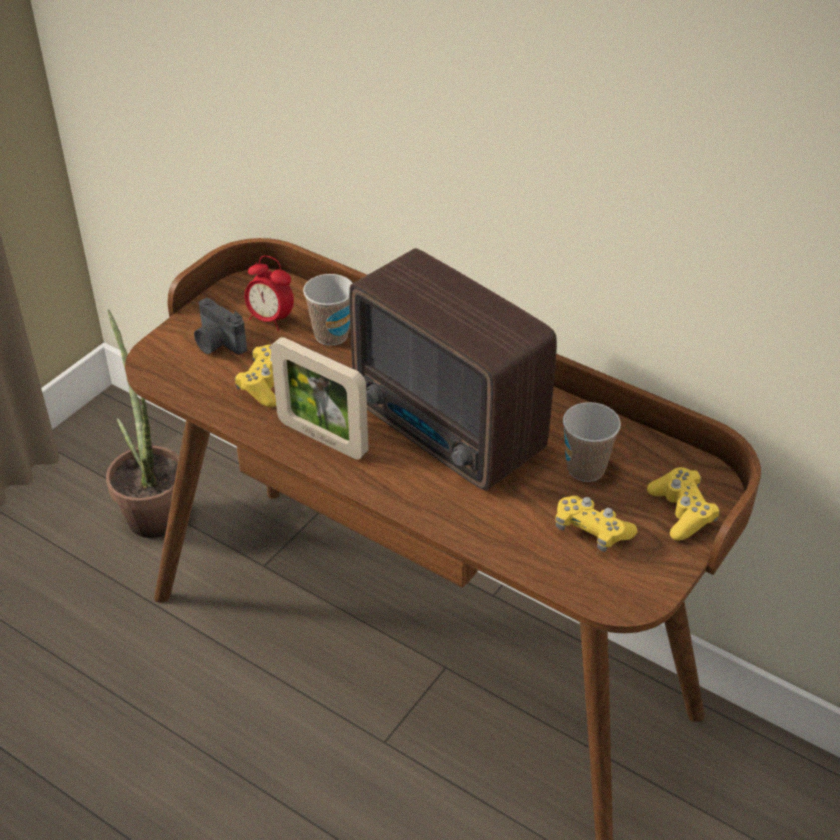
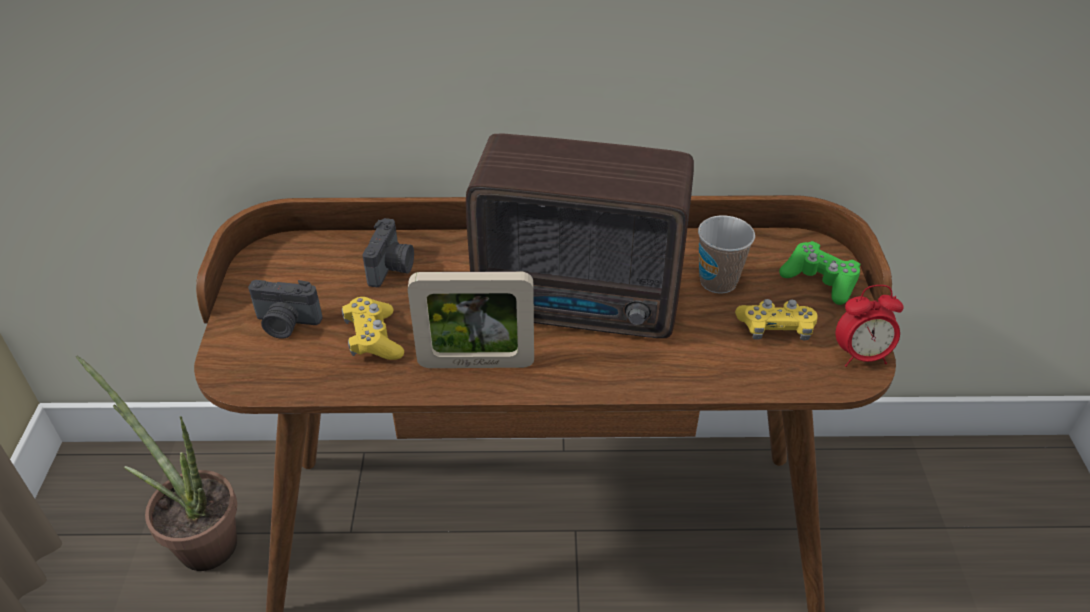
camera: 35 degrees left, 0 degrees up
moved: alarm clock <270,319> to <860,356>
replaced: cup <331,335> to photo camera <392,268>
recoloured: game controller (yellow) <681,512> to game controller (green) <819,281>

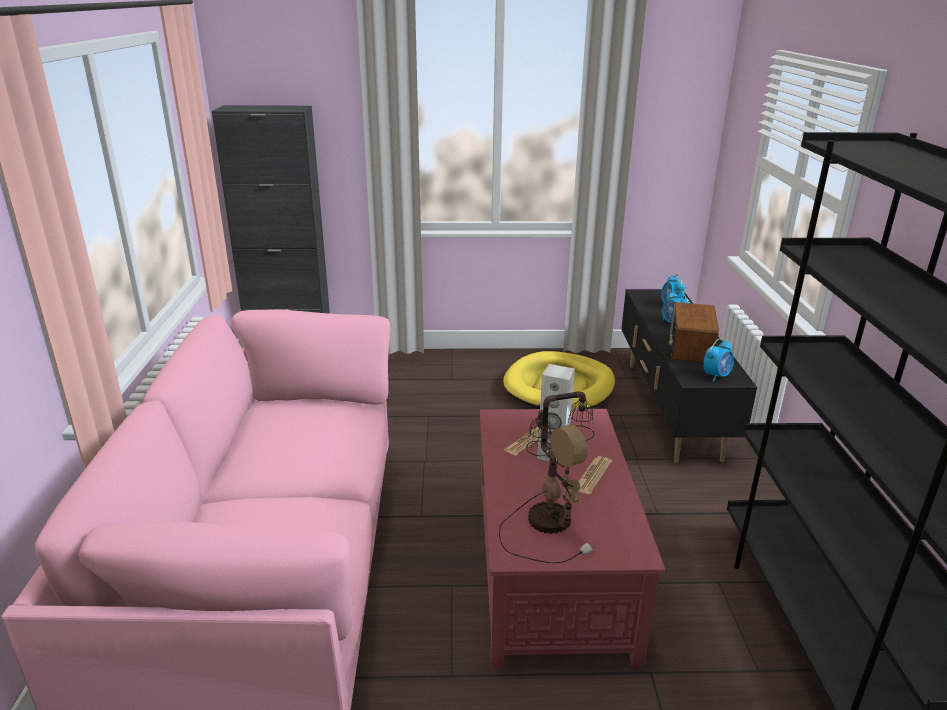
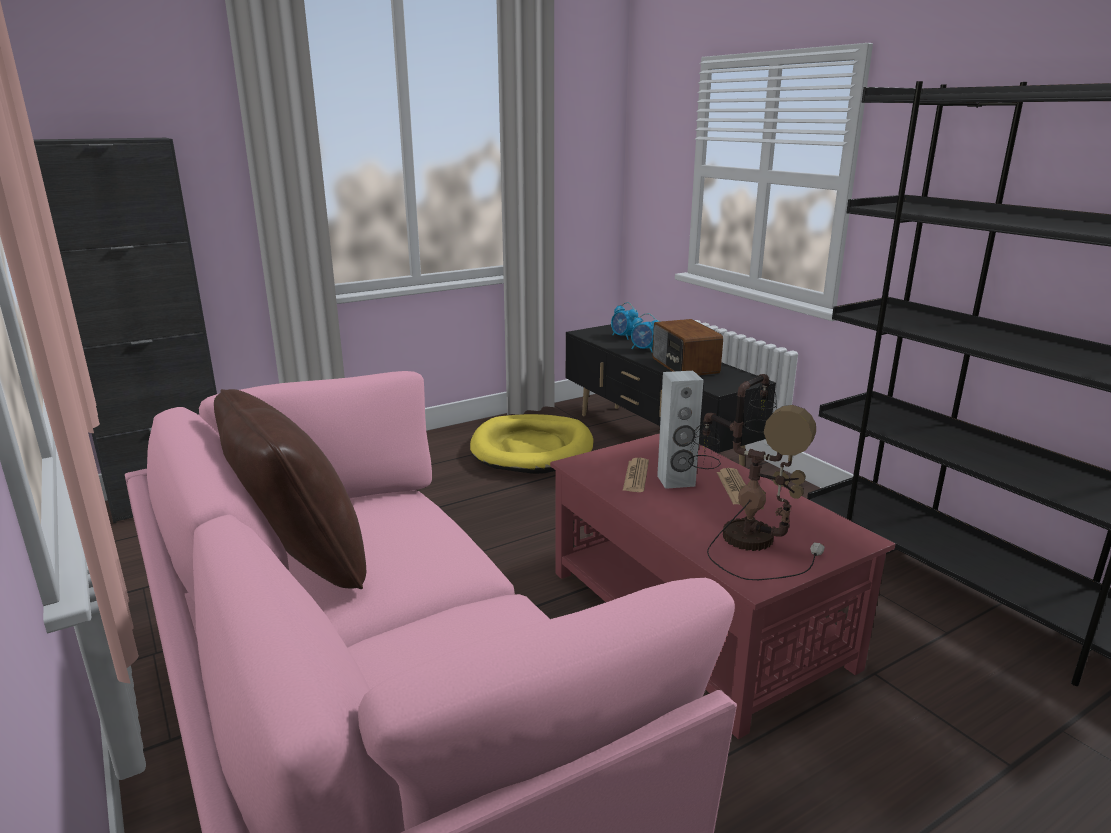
camera: 30 degrees left, 5 degrees down
removed: alarm clock <716,376>
added: pillow (brown) <300,562>

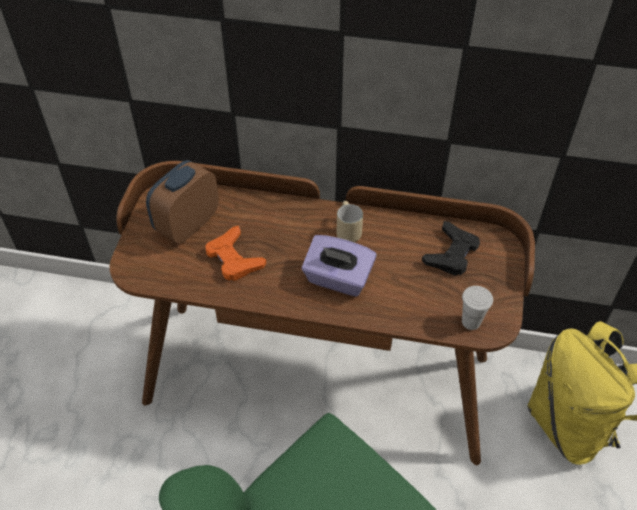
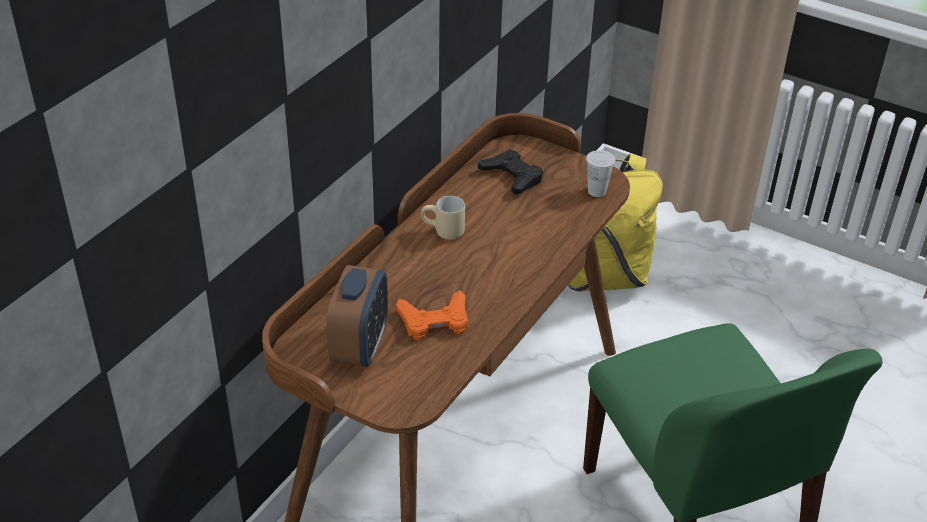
camera: 70 degrees left, 10 degrees down
removed: tissue box (purple) <338,279>
turned: alarm clock <187,225> = <360,347> 135 degrees counterclockwise

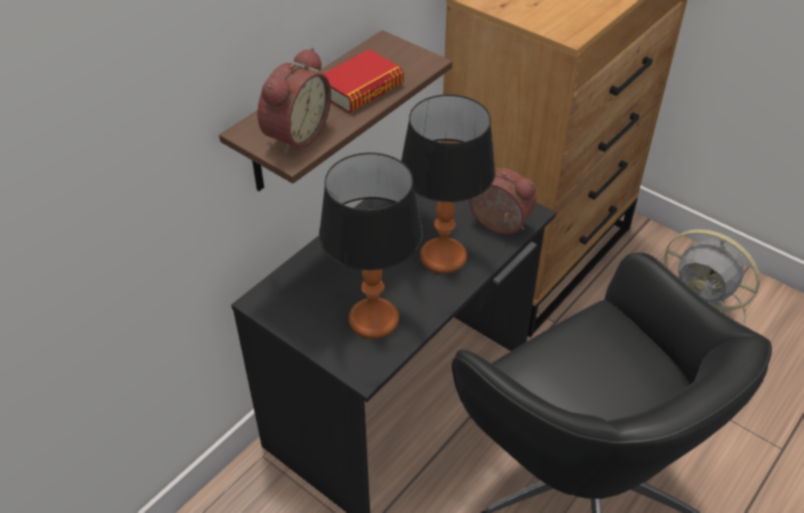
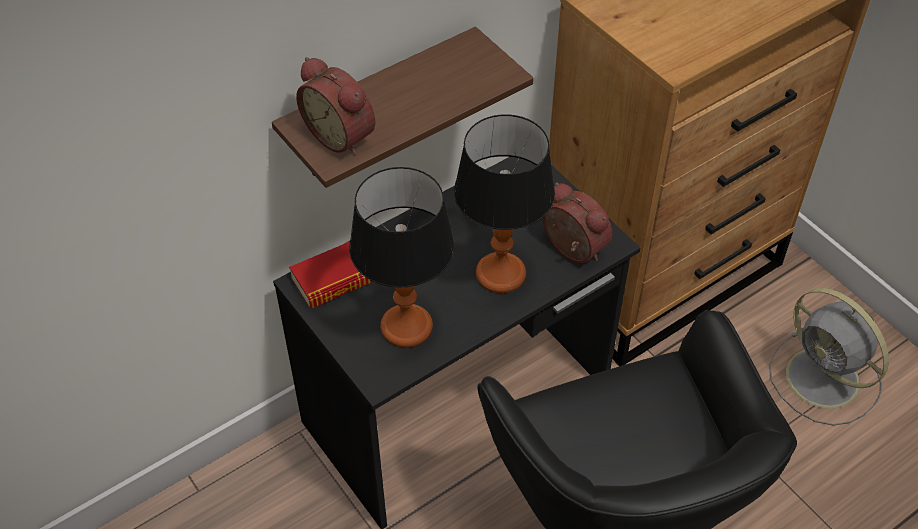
camera: 15 degrees right, 5 degrees up
moved: book <360,89> to <331,281>
turned: alarm clock <294,134> = <342,135> 90 degrees clockwise

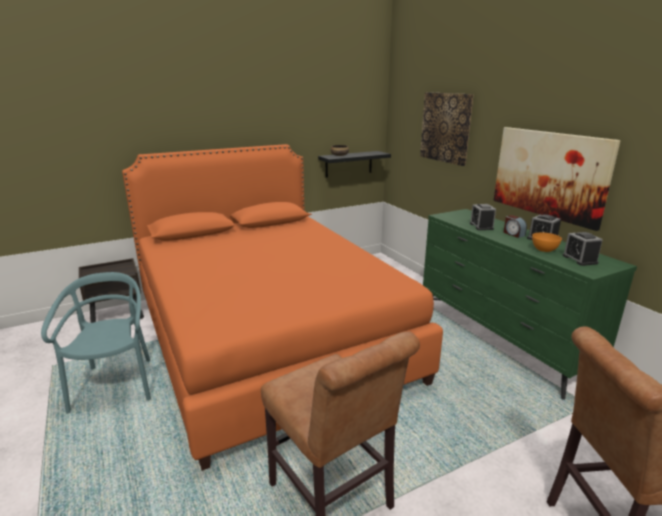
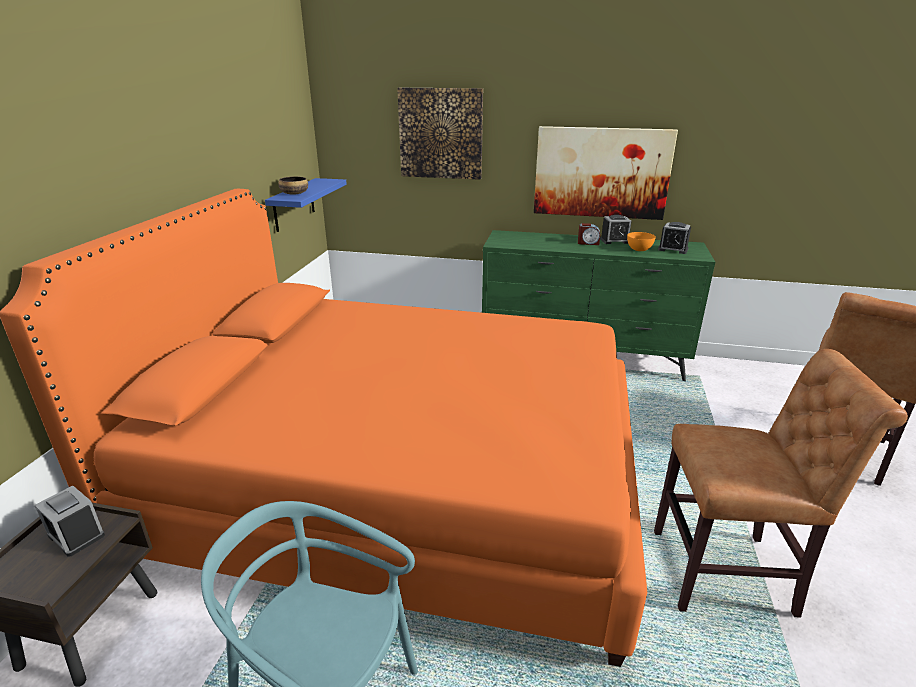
camera: 50 degrees left, 5 degrees up
moved: alarm clock <481,226> to <76,535>
recoloured: shelf (black) <348,164> to shelf (blue) <294,204>

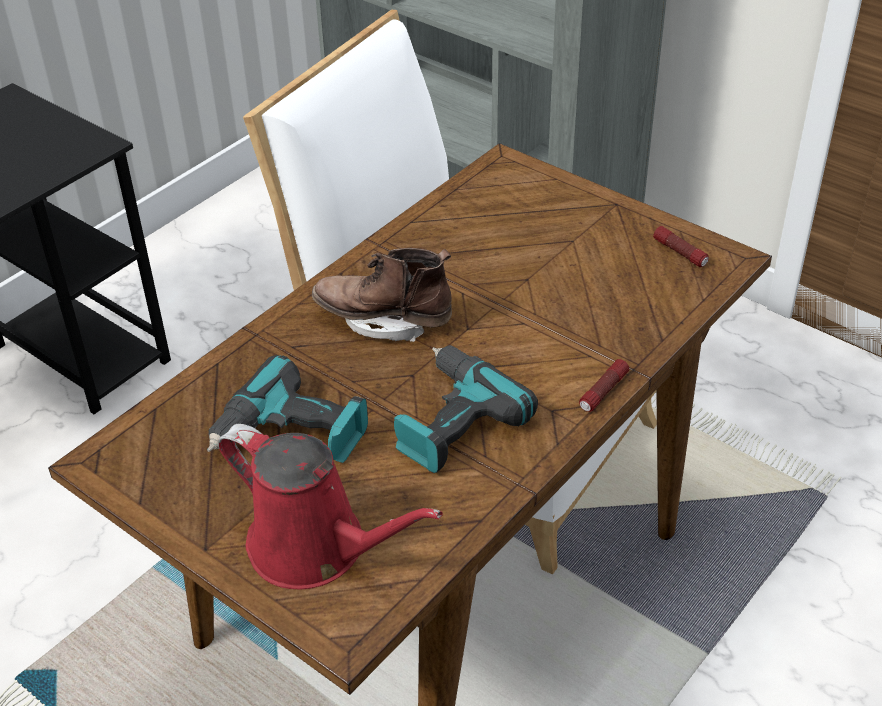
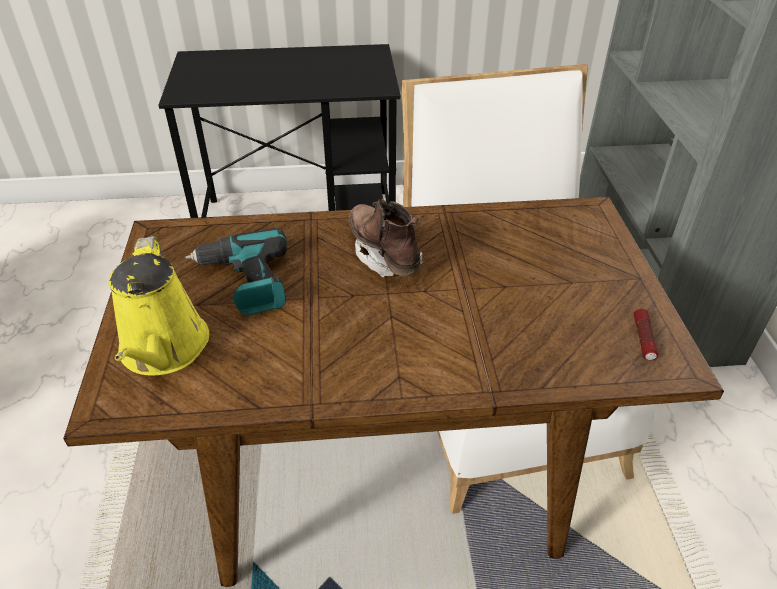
camera: 45 degrees right, 0 degrees up
removed: power drill <451,421>; flashlight <603,392>
recoloured: watering can (red) <316,548> to watering can (yellow) <164,350>

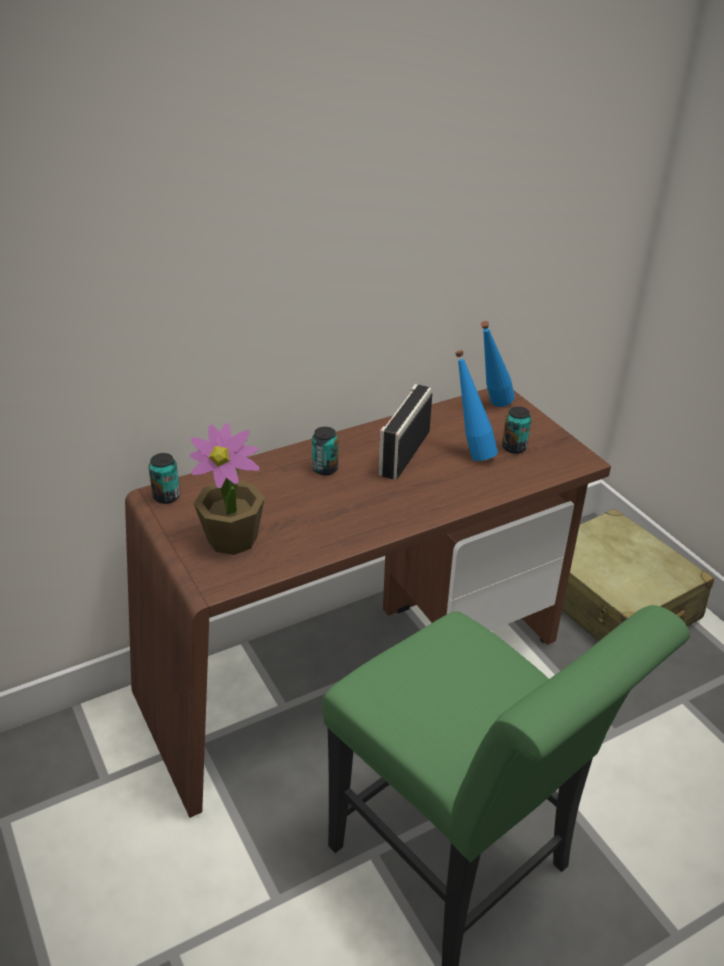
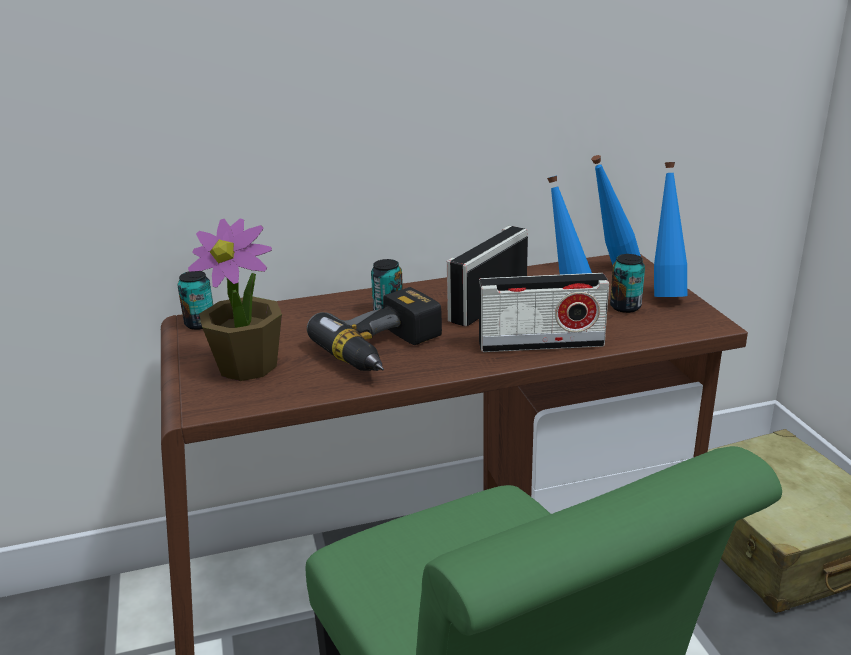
camera: 15 degrees right, 10 degrees down
added: power drill <386,350>; radio <541,344>; bottle (blue) <665,293>

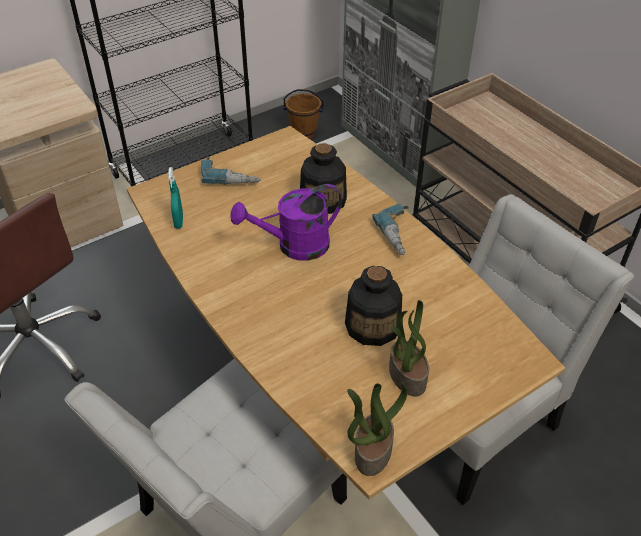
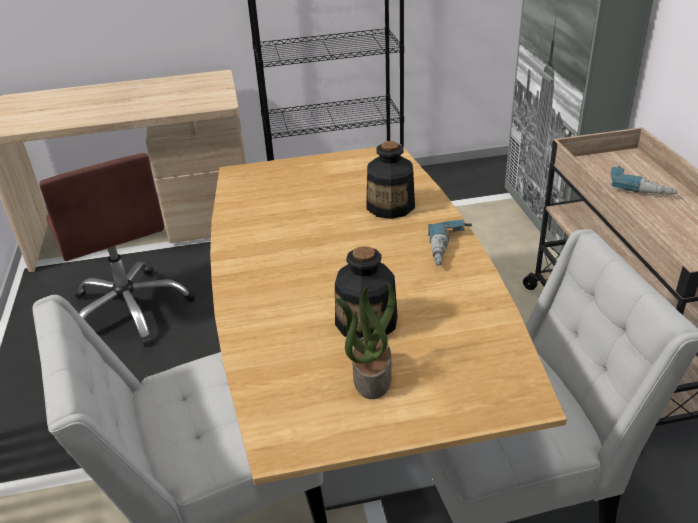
camera: 25 degrees right, 10 degrees down
removed: spray bottle (turquoise) <179,222>; watering can (purple) <294,246>; bucket (brown) <303,133>; potted plant <372,450>
moved: power drill <231,176> to <642,187>

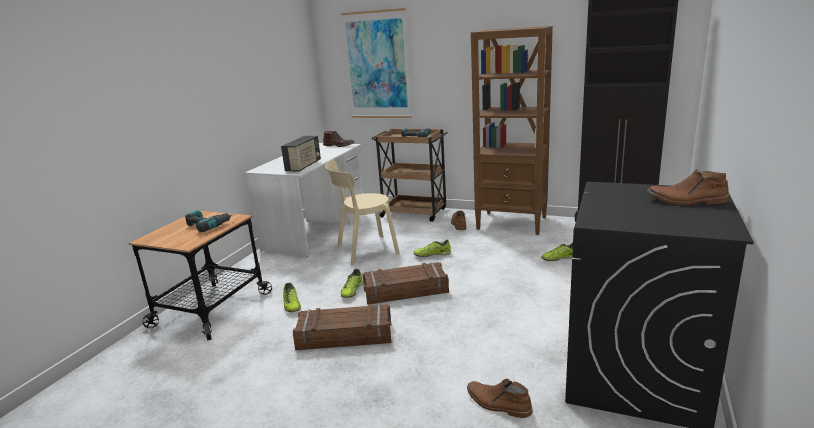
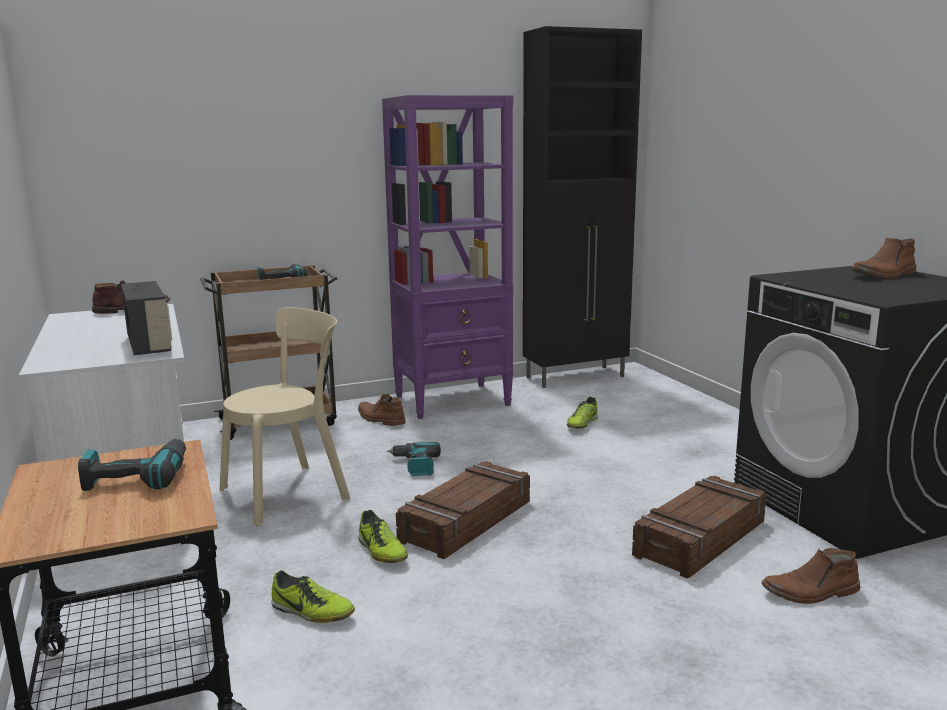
camera: 45 degrees left, 5 degrees down
removed: picture <377,65>
moved: crate <345,335> to <699,538>
replaced: shoe <432,255> to power drill <415,465>
recoloured: bookcase (brown) <512,223> to bookcase (purple) <453,401>
turned: chair (beige) <364,250> = <290,492> 150 degrees counterclockwise

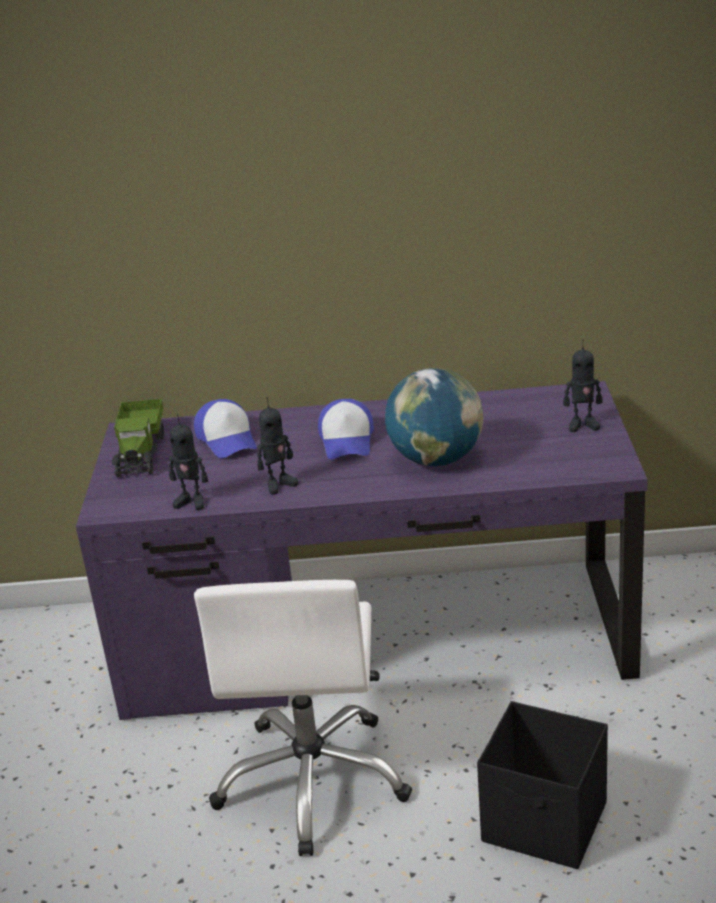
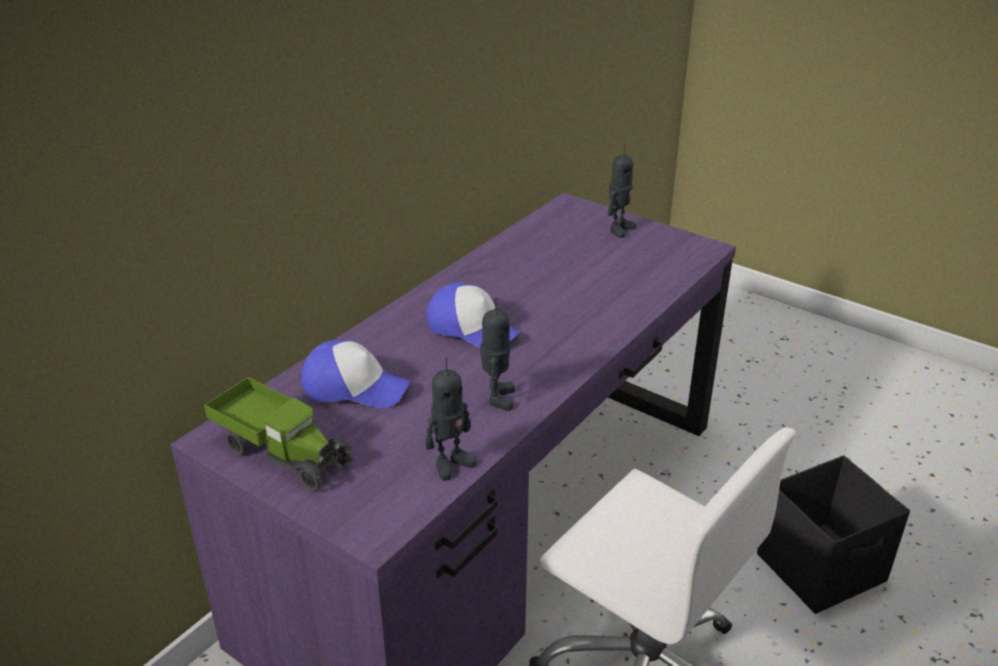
camera: 55 degrees left, 5 degrees up
removed: globe <436,459>

